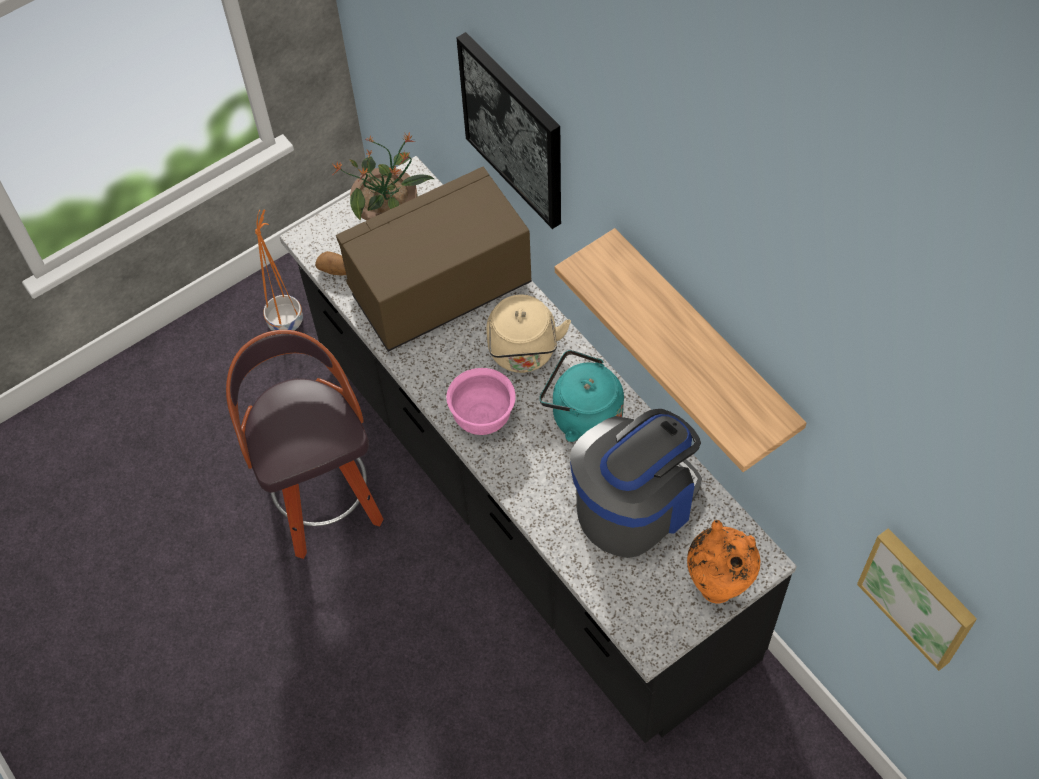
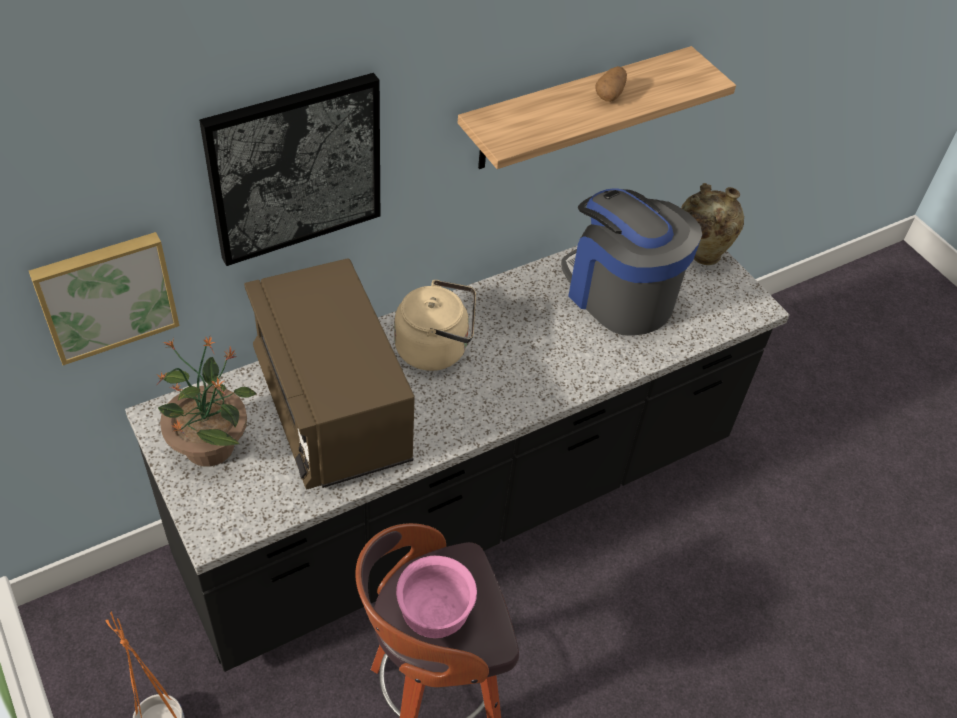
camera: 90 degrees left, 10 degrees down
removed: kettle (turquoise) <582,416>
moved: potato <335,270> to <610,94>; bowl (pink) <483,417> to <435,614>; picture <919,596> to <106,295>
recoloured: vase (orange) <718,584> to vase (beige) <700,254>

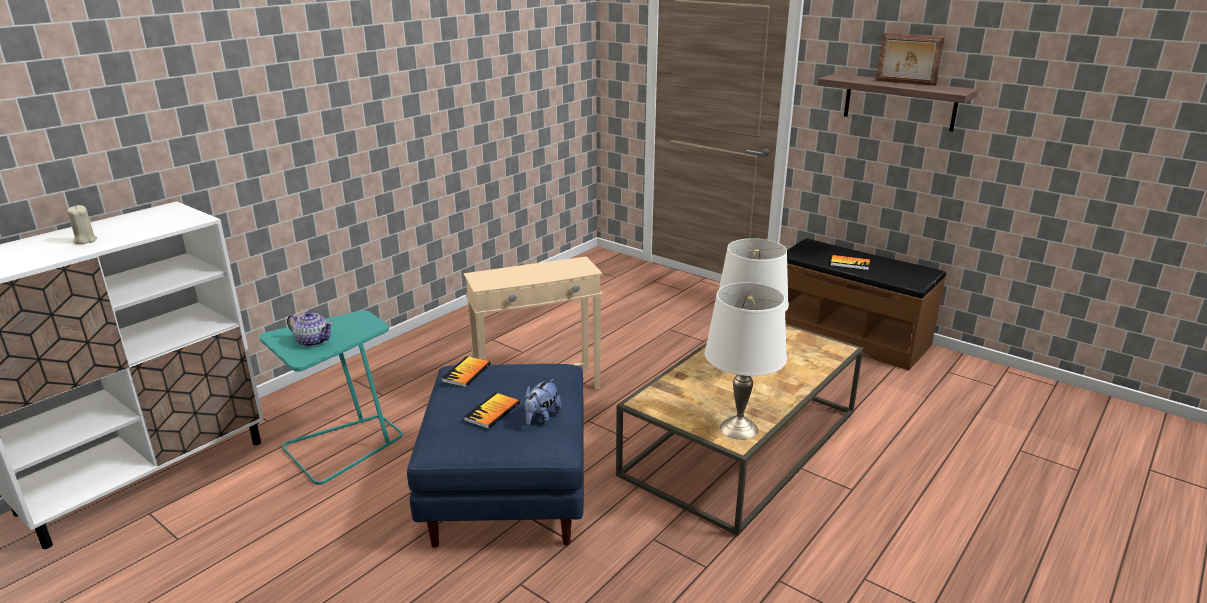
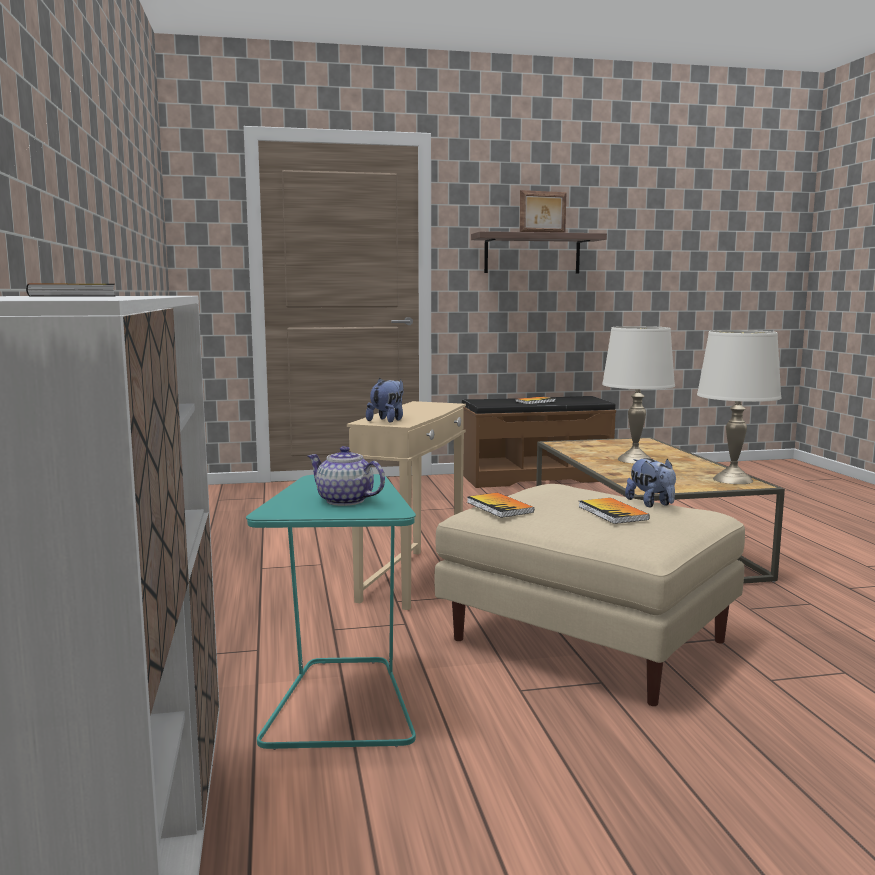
camera: 50 degrees left, 15 degrees down
added: plush toy <387,420>
replaced: candle (beige) <85,240> to book <72,296>
recoloured: ottoman (blue) <507,488> to ottoman (beige) <584,640>
turned: teapot <313,341> = <345,501> 120 degrees counterclockwise

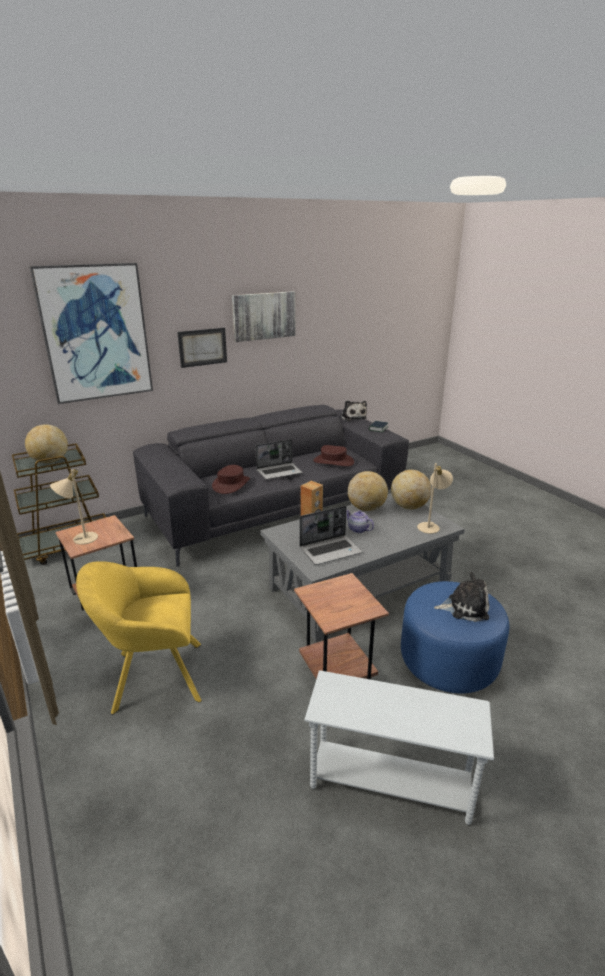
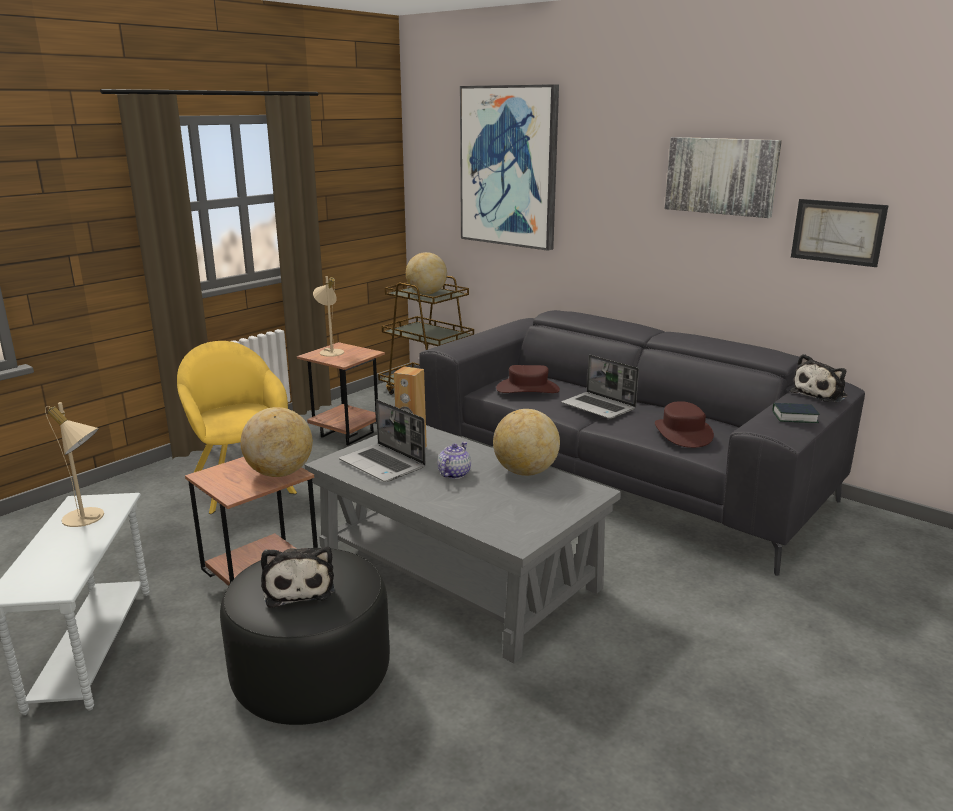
camera: 70 degrees right, 5 degrees down
moved: picture <202,347> to <837,232>; globe <409,506> to <280,473>; table lamp (beige) <431,526> to <88,519>
recoloured: ottoman (blue) <448,661> to ottoman (black) <312,677>

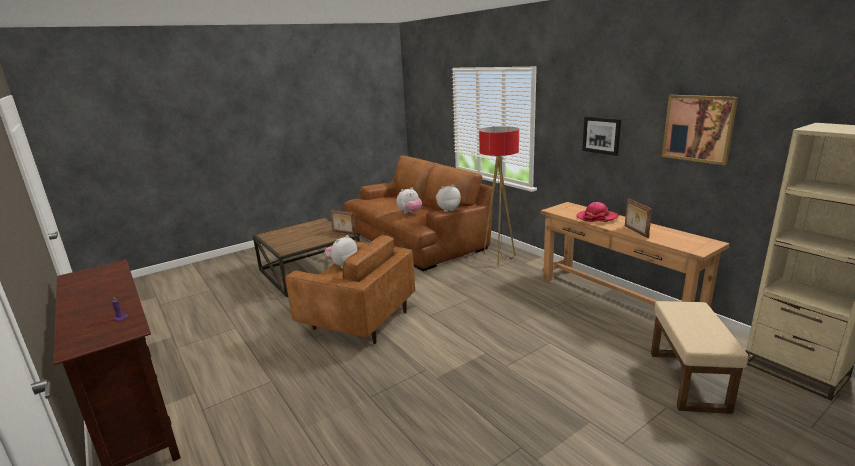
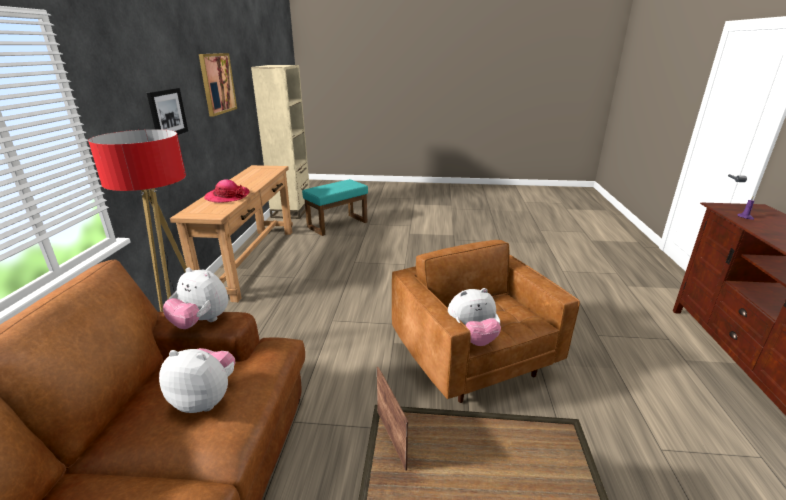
camera: 140 degrees left, 5 degrees up
removed: picture frame <635,231>
recoloured: ottoman (beige) <689,381> to ottoman (turquoise) <337,224>

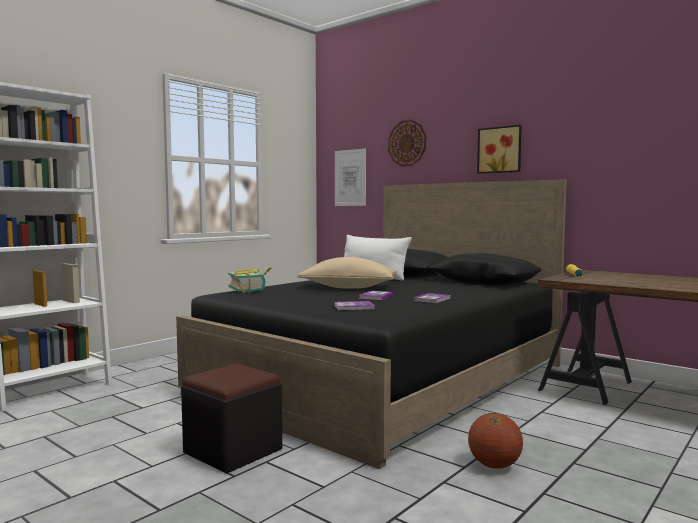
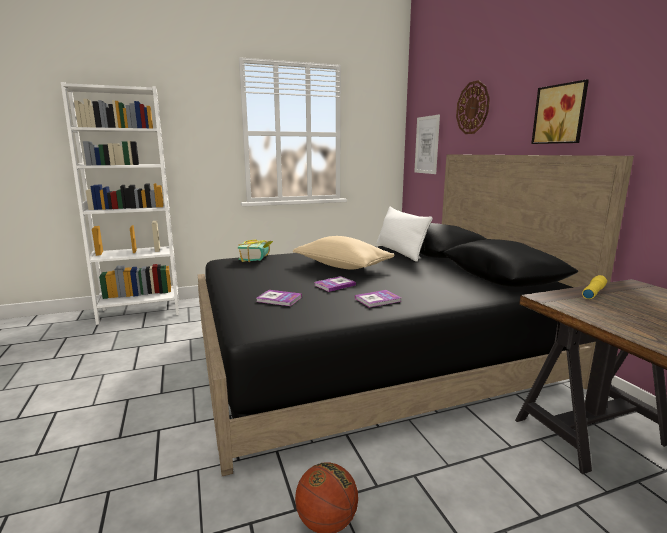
camera: 30 degrees right, 10 degrees up
removed: ottoman (black) <233,451>

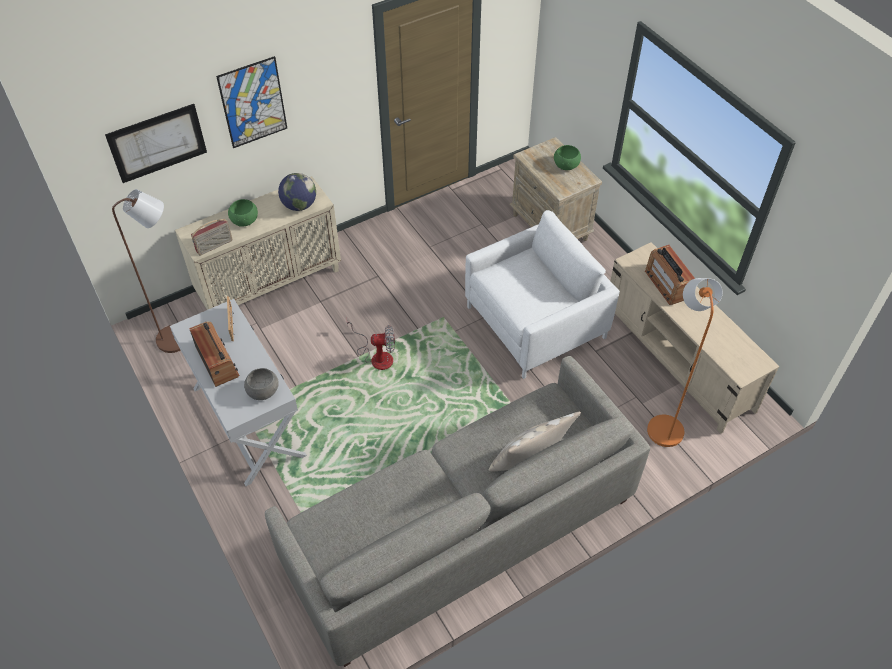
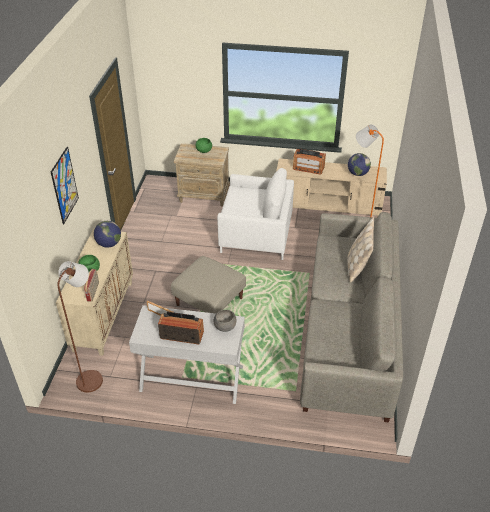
camera: 50 degrees left, 10 degrees down
removed: picture <157,143>
added: globe <357,174>
replaced: fan <376,356> to ottoman (beige) <209,301>
turned: armchair (white) <536,323> = <256,235> 90 degrees clockwise

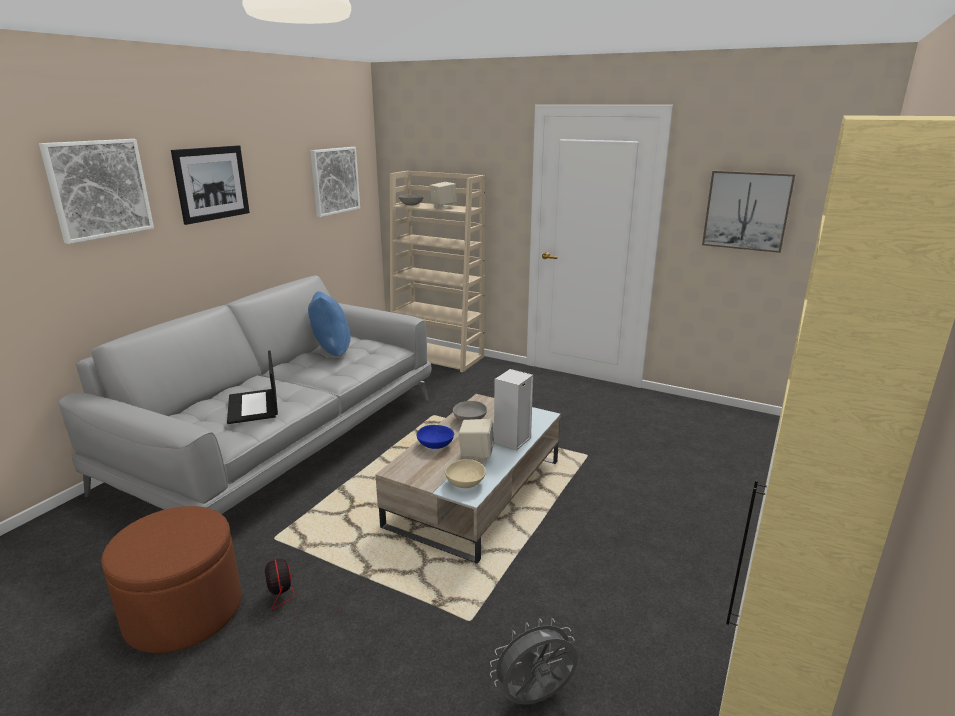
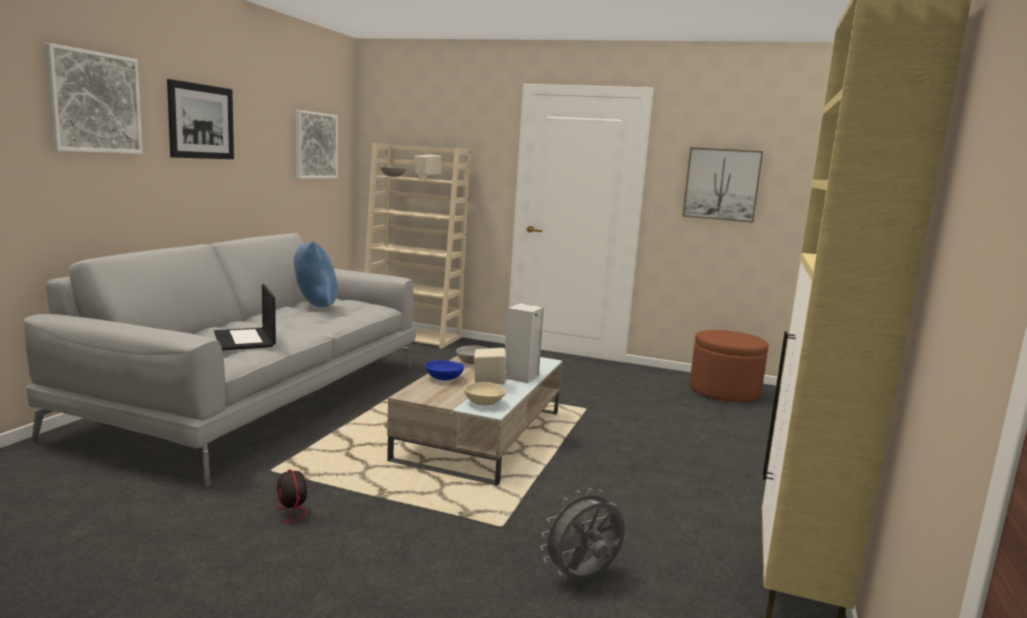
camera: 10 degrees left, 10 degrees down
moved: ottoman (brown) <184,611> to <724,392>

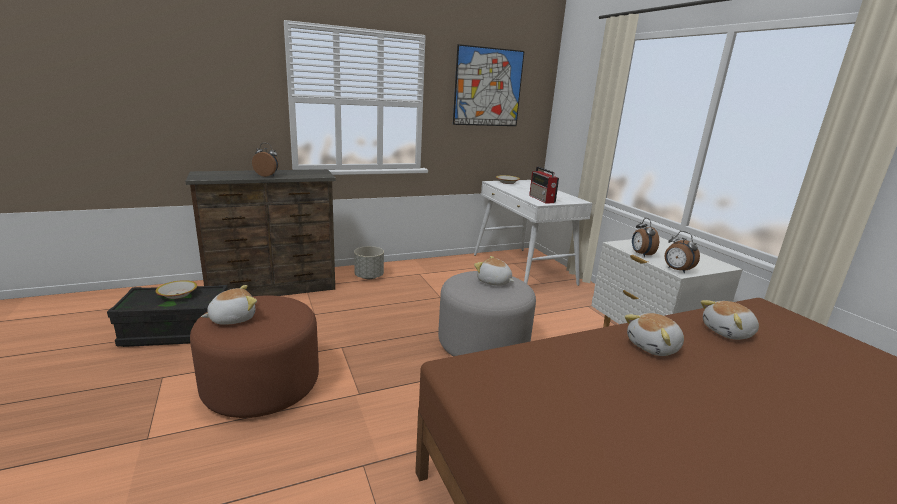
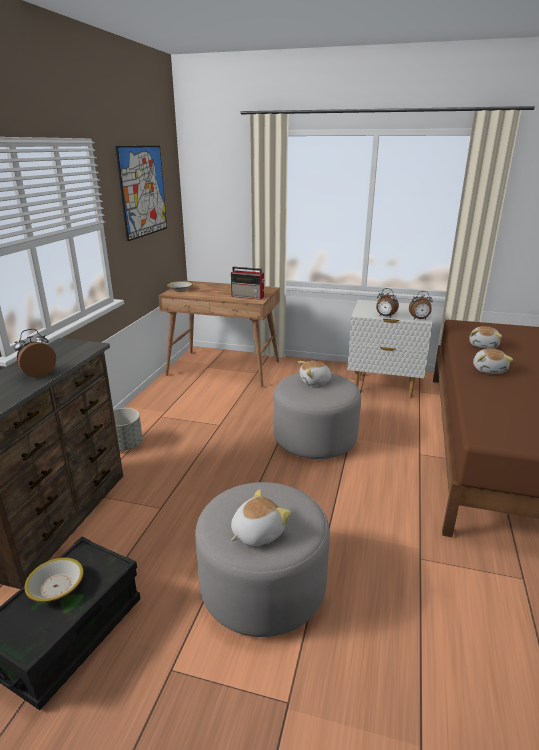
camera: 50 degrees left, 5 degrees up
recoloured: ottoman (brown) <261,385> to ottoman (grey) <262,586>; desk (white) <523,269> to desk (brown) <224,368>
turned: plush toy <232,318> = <256,533> 45 degrees clockwise

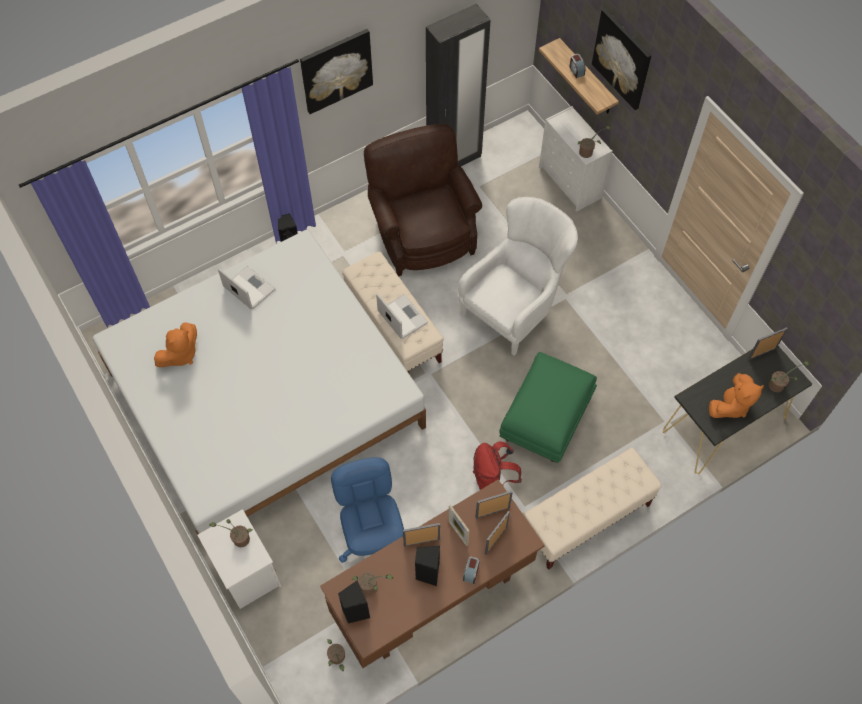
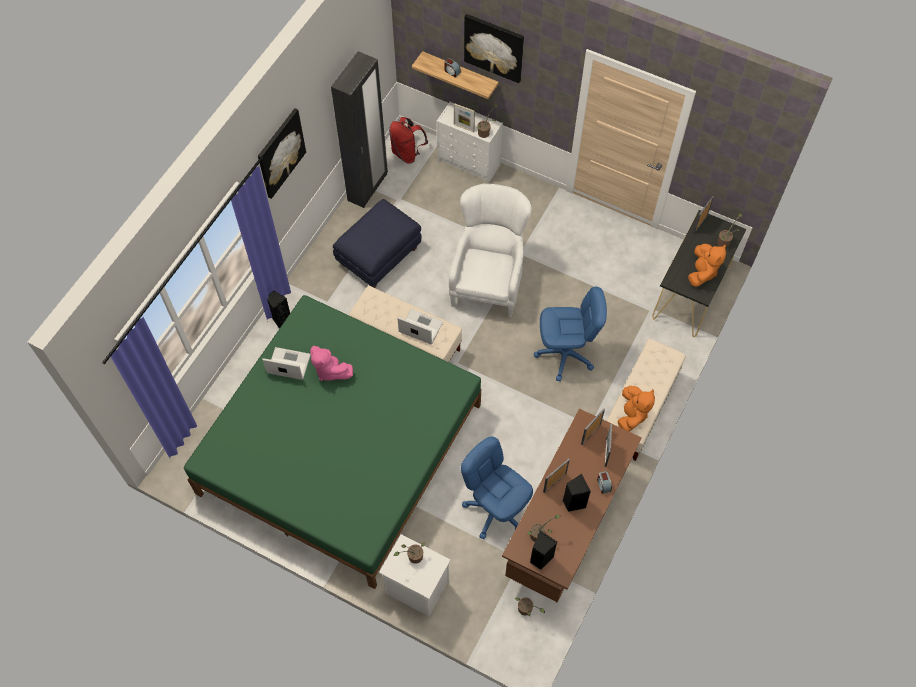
camera: 30 degrees left, 0 degrees up
added: plush toy (pink) <330,370>
moved: plush toy (orange) <180,354> to <632,415>; picture frame <458,533> to <464,128>; backpack (red) <493,479> to <407,153>
replaced: armchair (brown) <422,232> to ottoman (blue) <379,256>; ottoman (green) <545,421> to office chair (blue) <565,354>
recoloured: bed (white) <265,398> to bed (green) <340,448>

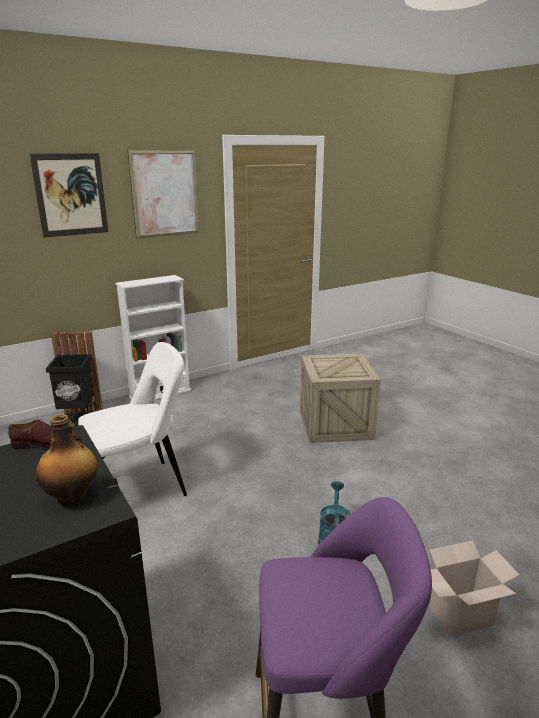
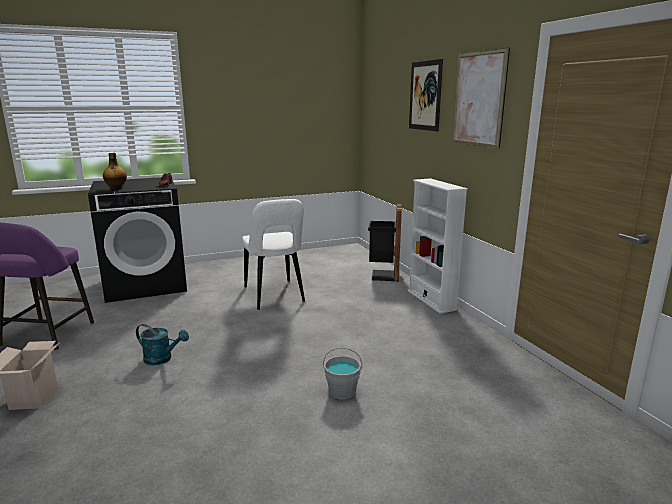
camera: 100 degrees right, 5 degrees down
replaced: crate <335,424> to bucket (grey) <342,391>

